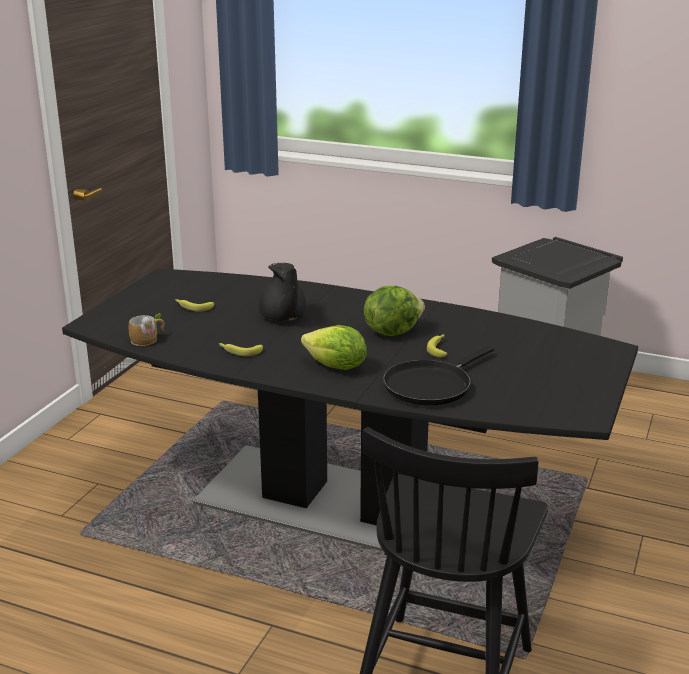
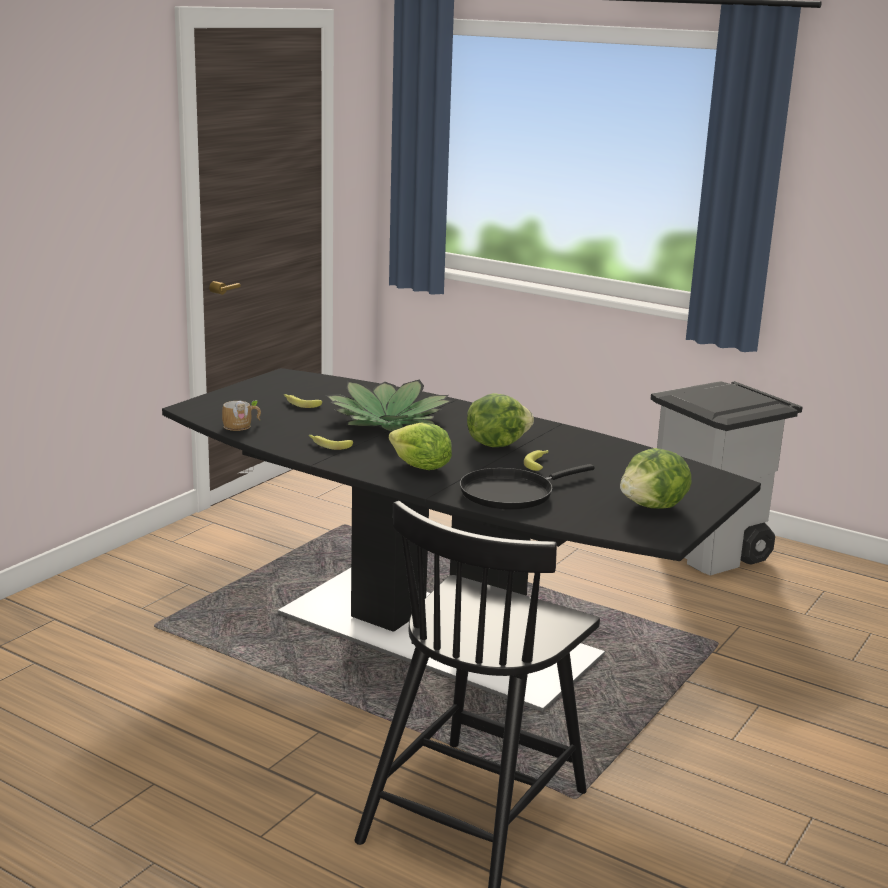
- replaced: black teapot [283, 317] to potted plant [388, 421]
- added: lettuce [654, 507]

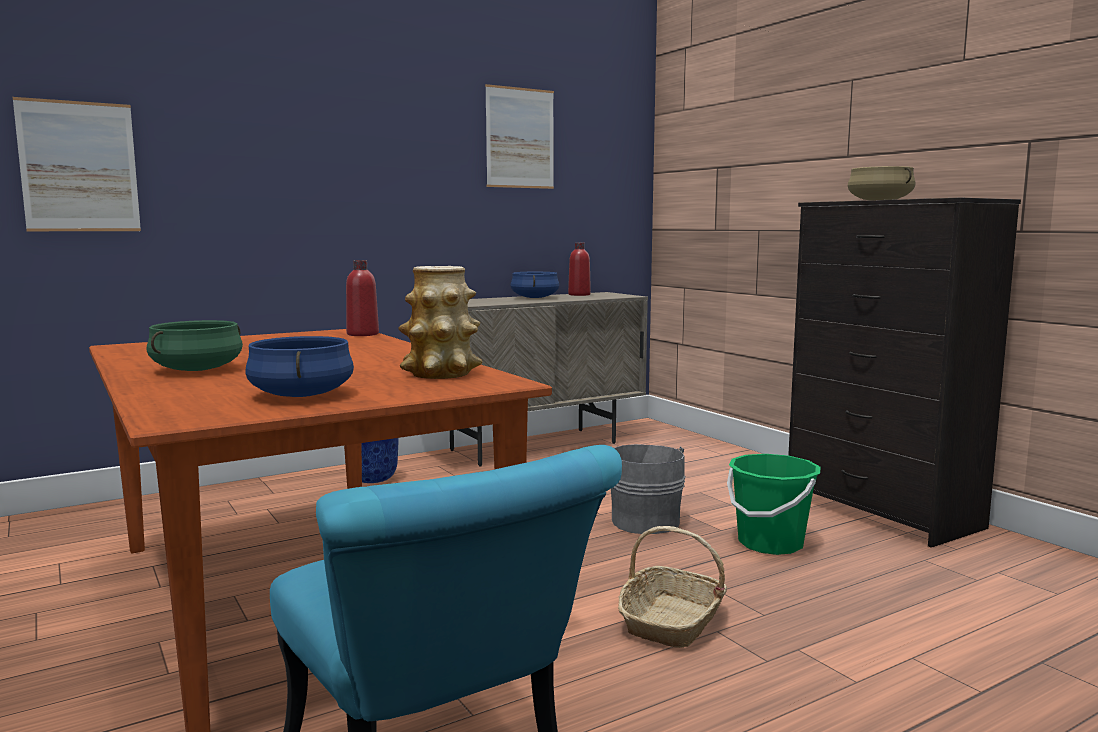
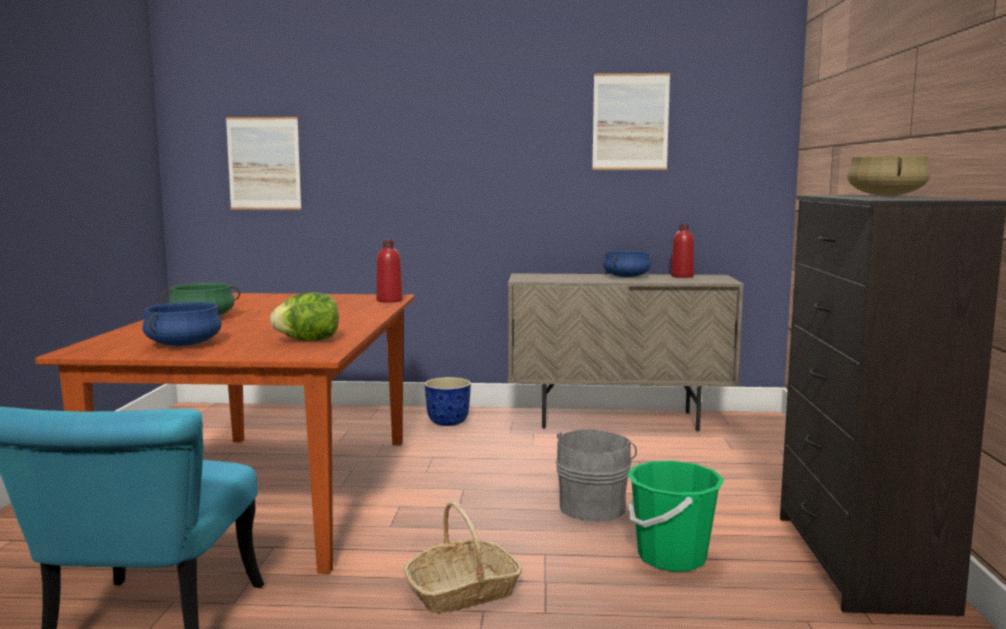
- replaced: decorative vase [441, 374] to lettuce [308, 341]

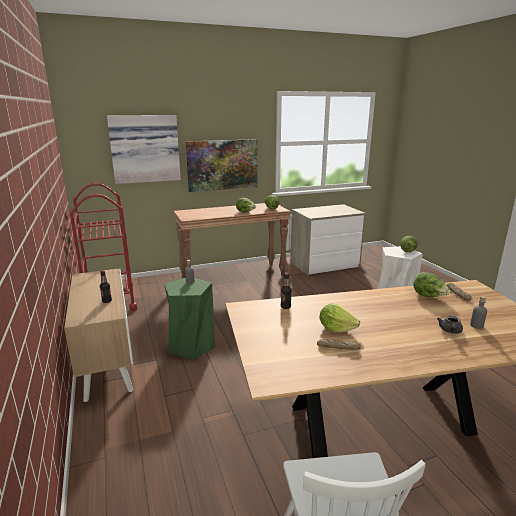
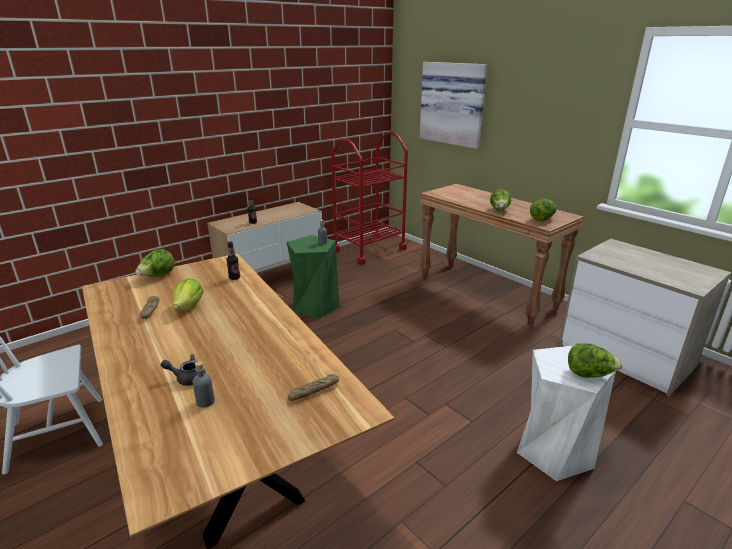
- moved: lettuce [428, 296] to [158, 276]
- removed: picture [222, 165]

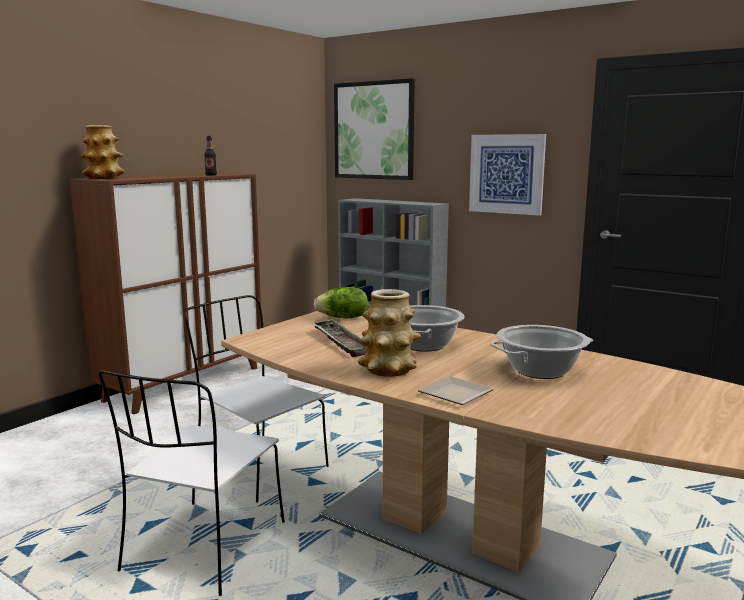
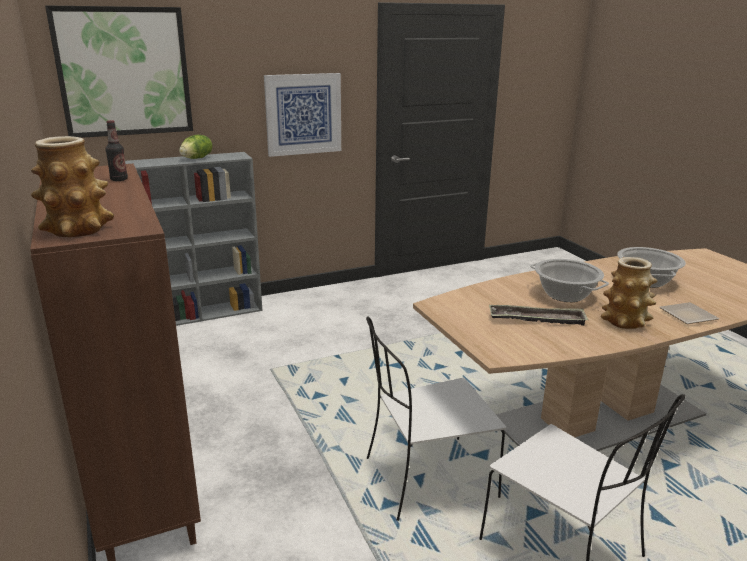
- moved: lettuce [343, 318] to [197, 158]

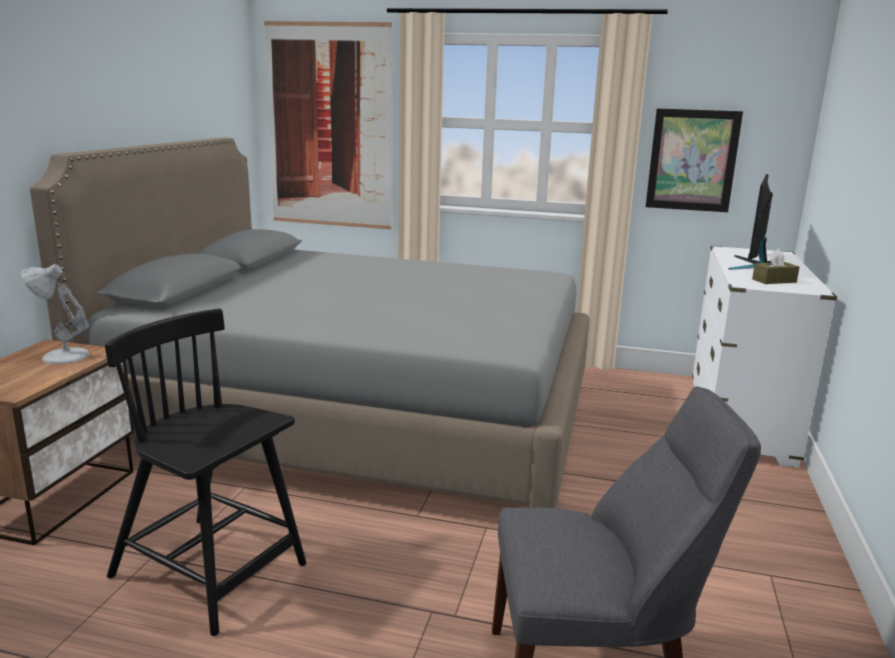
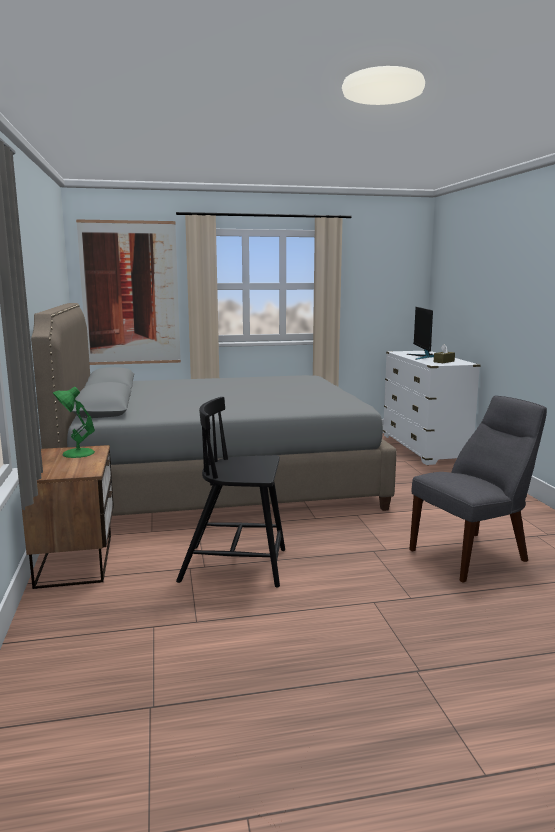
- recoloured: white lamp for a table [63, 356] to greenish lamp for a table [76, 453]
- removed: picture [692, 160]

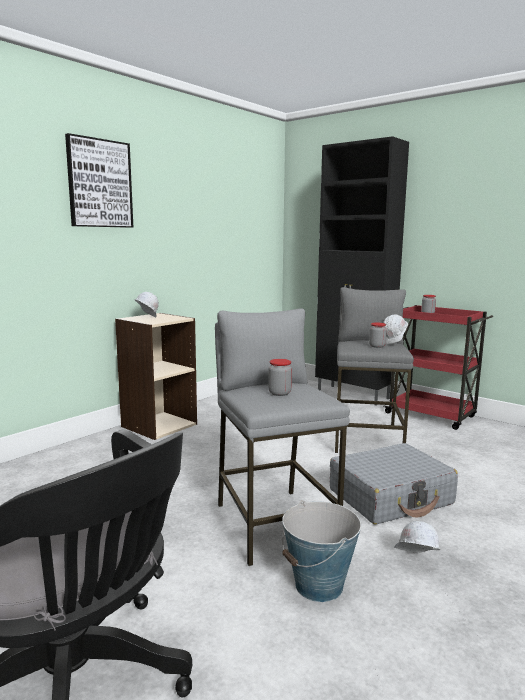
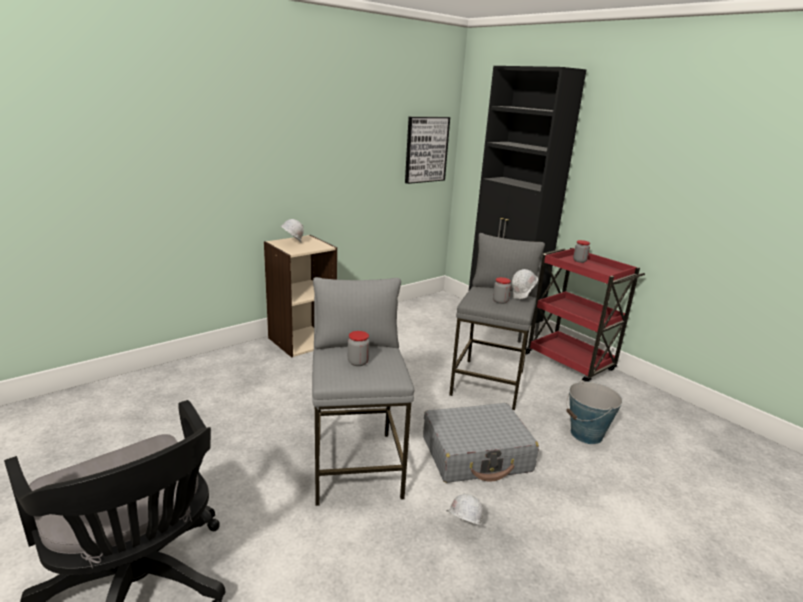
- moved: picture [99, 183] to [426, 149]
- moved: pail [319, 585] to [586, 434]

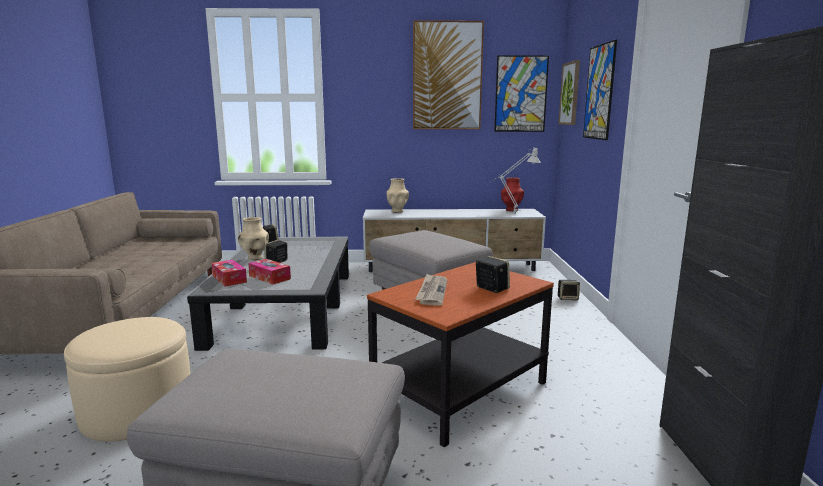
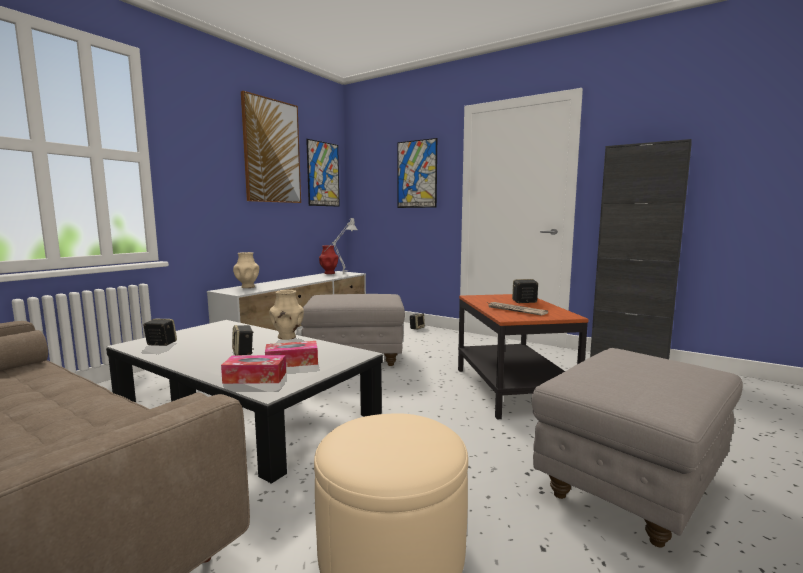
- moved: beige decorative vase [255, 258] to [287, 337]
- removed: picture [570, 93]

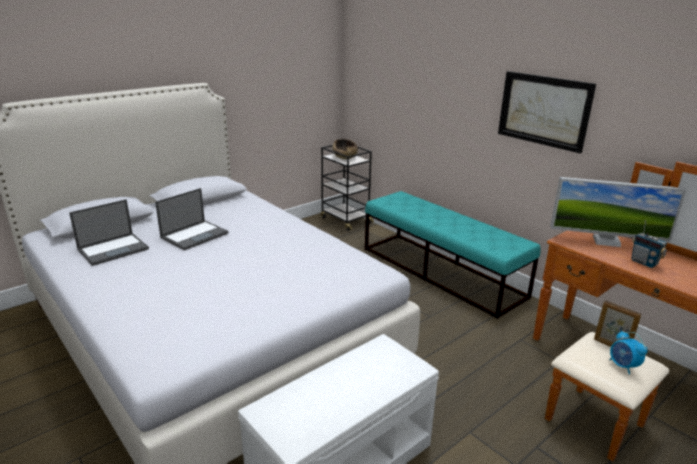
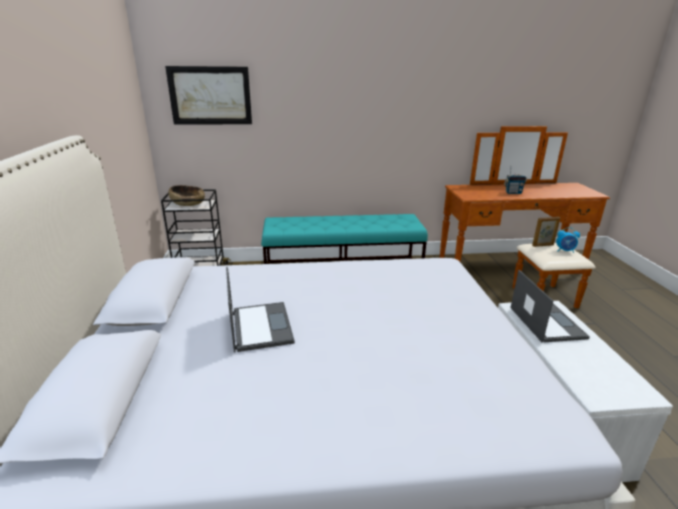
- moved: picture [544, 110] to [210, 95]
- moved: notebook computer [114, 249] to [546, 322]
- removed: monitor [606, 241]

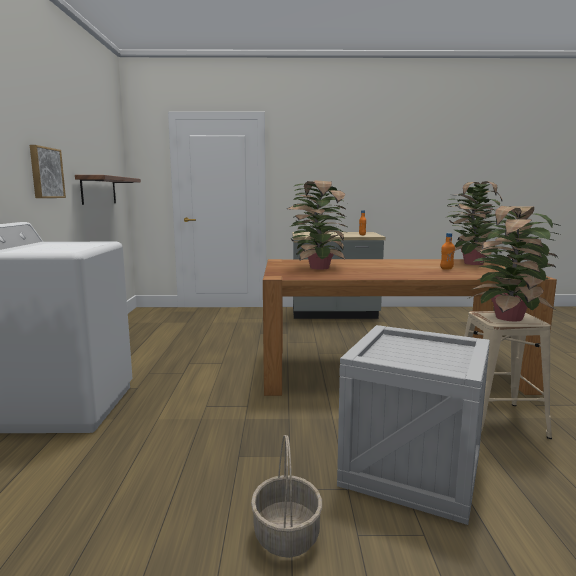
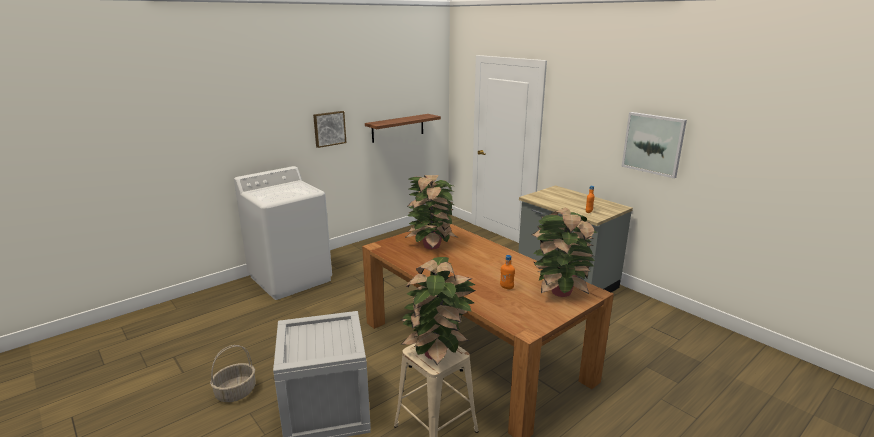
- added: picture [653, 144]

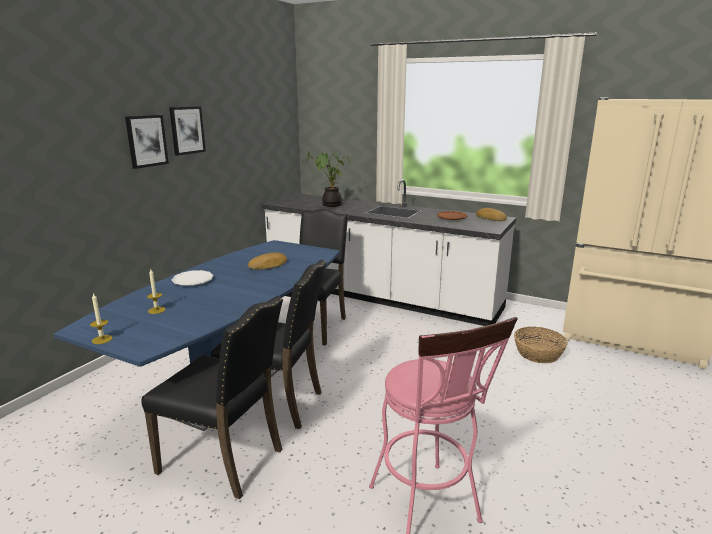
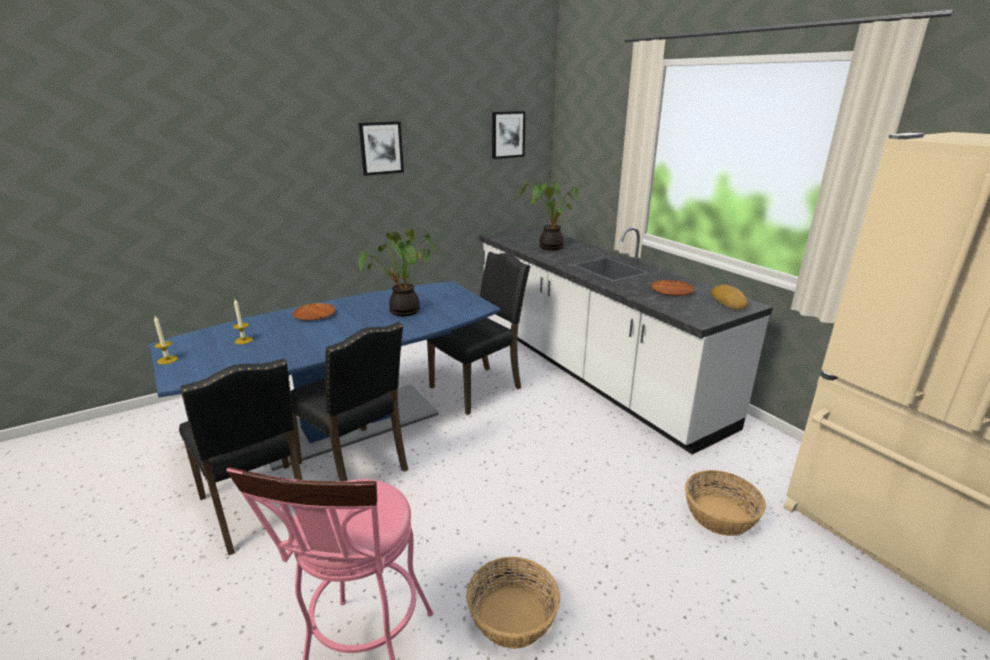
- recoloured: white dinner plate [193, 281] to brown-coloured dinner plate [314, 315]
- replaced: bakery bread [268, 265] to potted plant [402, 312]
- added: household basket [513, 617]
- moved: picture [146, 141] to [508, 134]

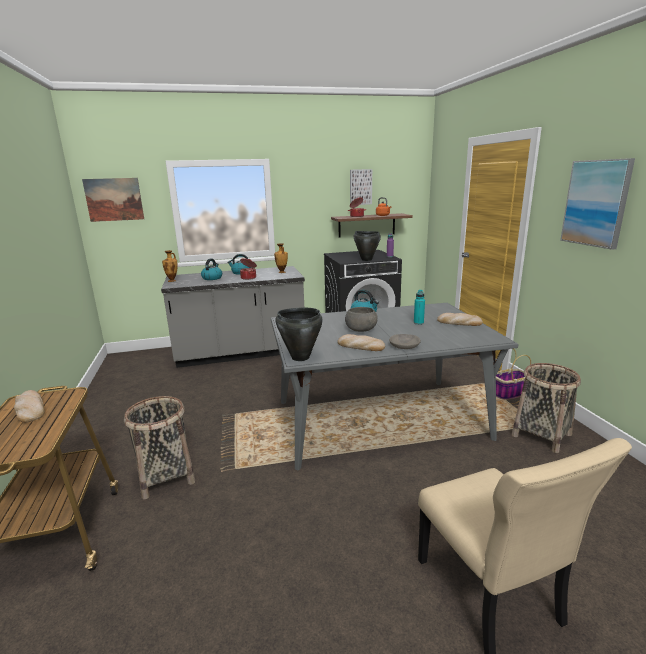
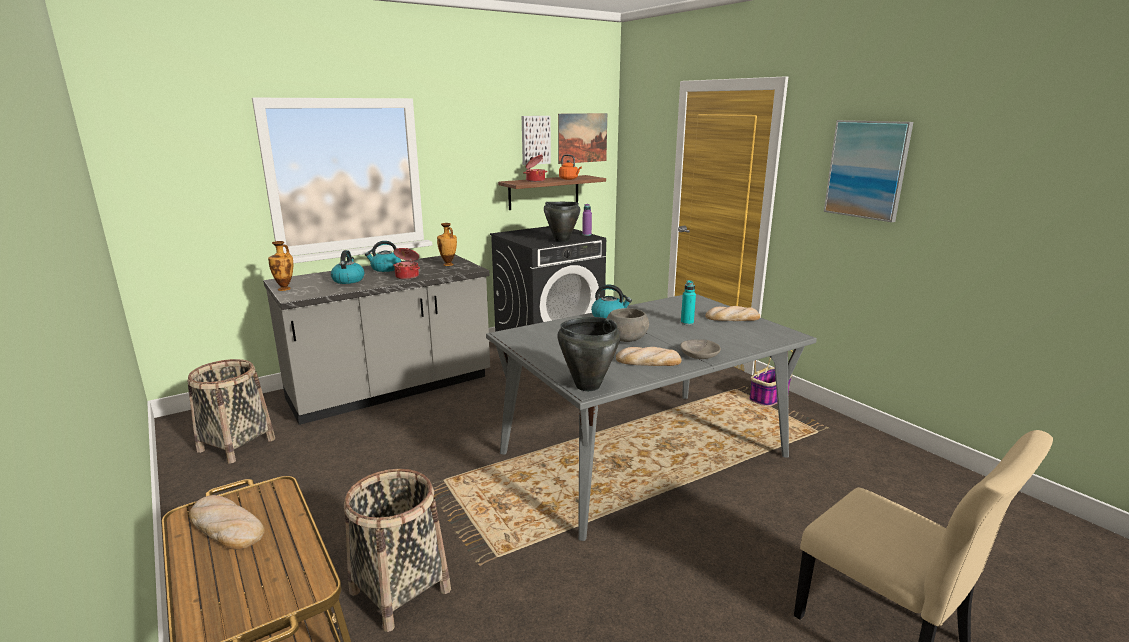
- moved: household basket [541, 435] to [236, 445]
- moved: picture [114, 199] to [582, 138]

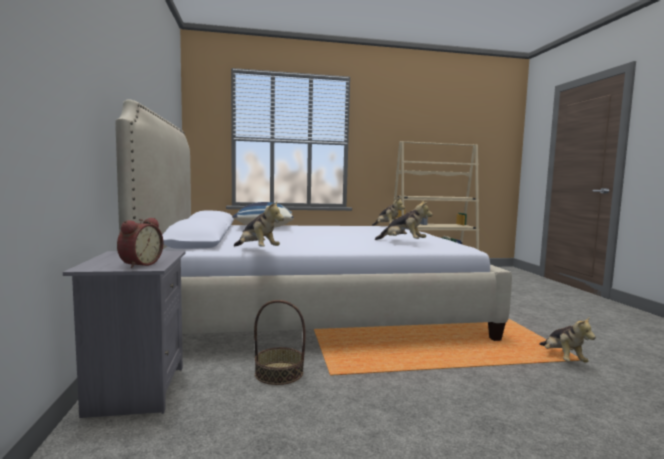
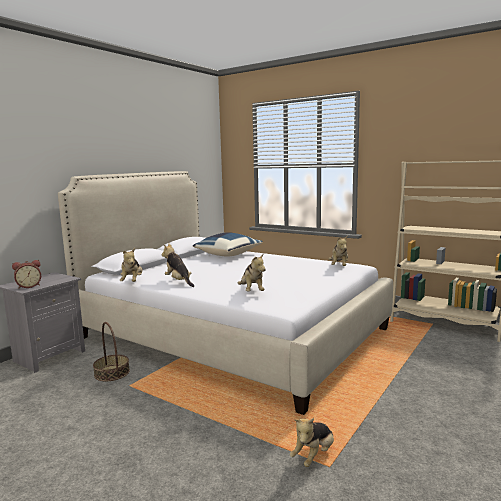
- added: plush toy [178, 282]

